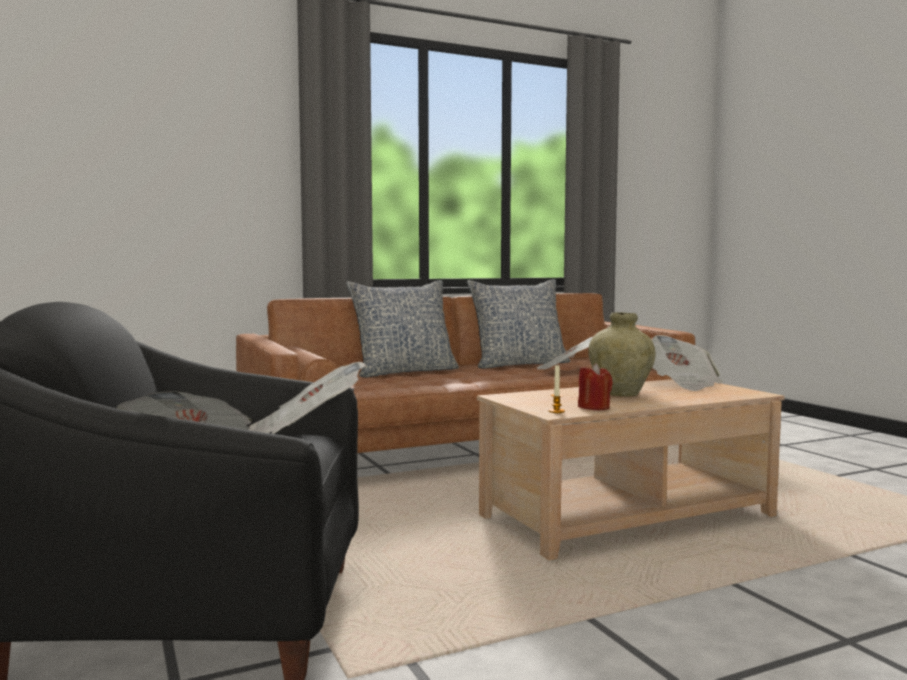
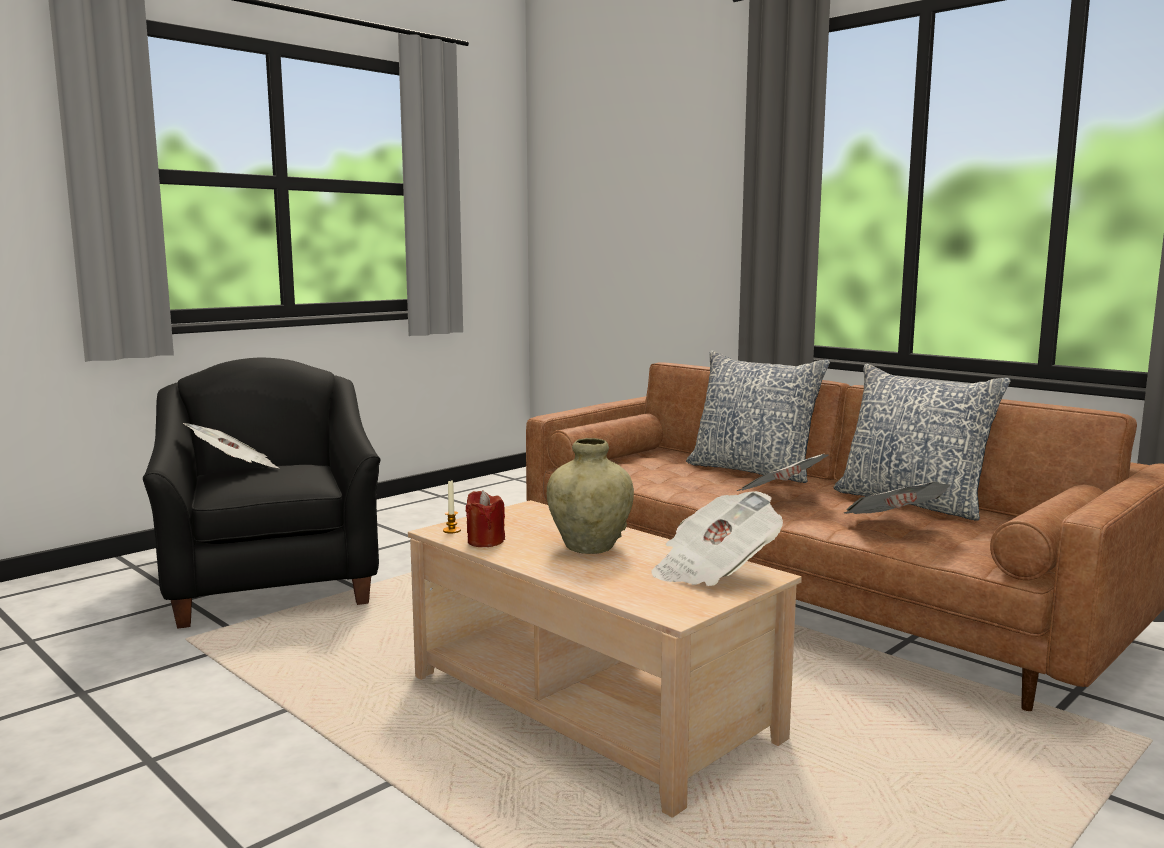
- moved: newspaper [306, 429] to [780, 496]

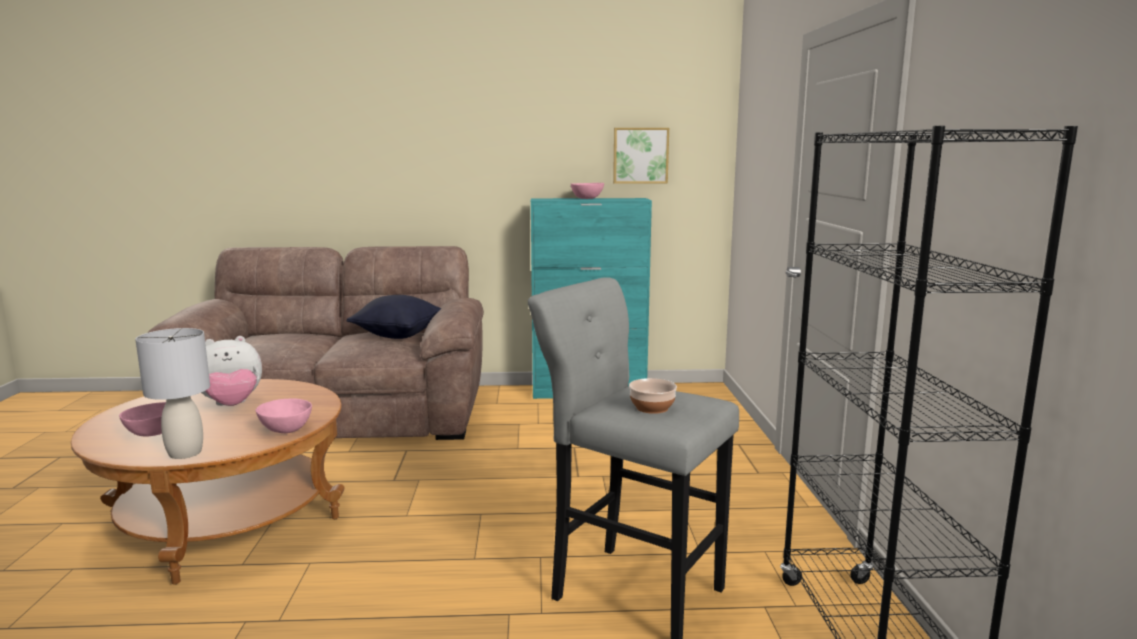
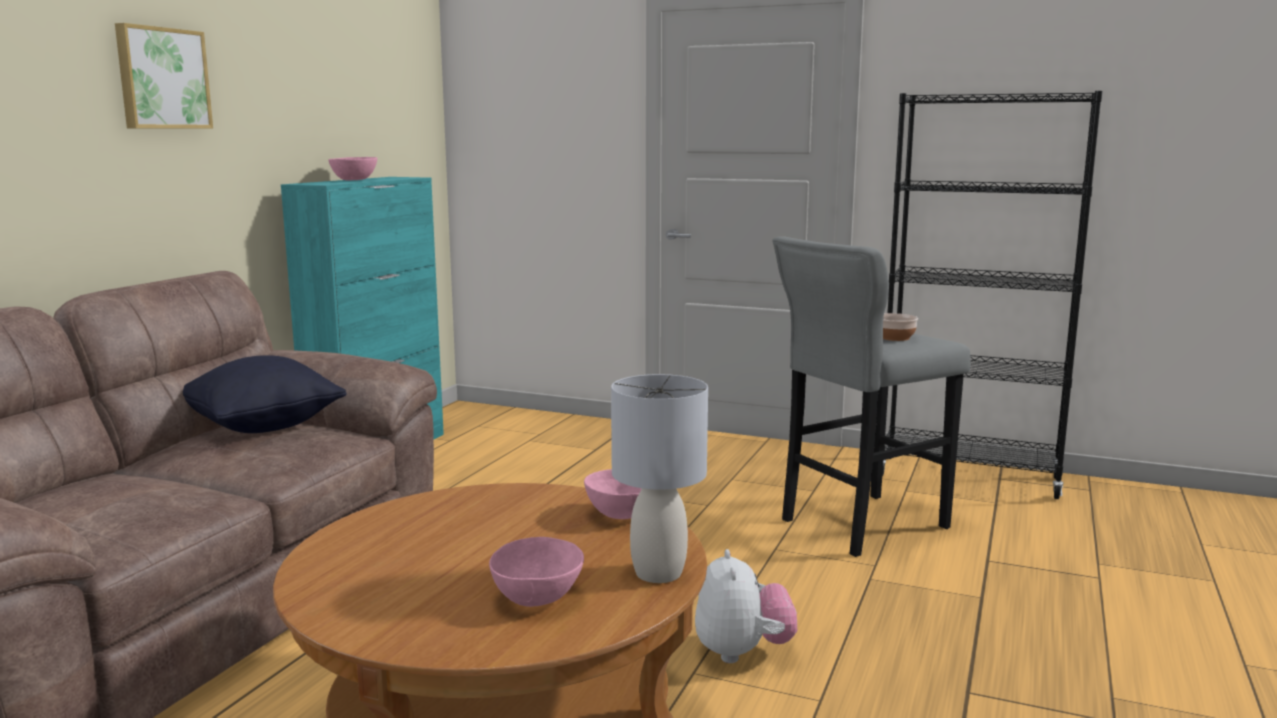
- moved: picture [640, 155] to [162, 78]
- moved: plush toy [231, 405] to [742, 652]

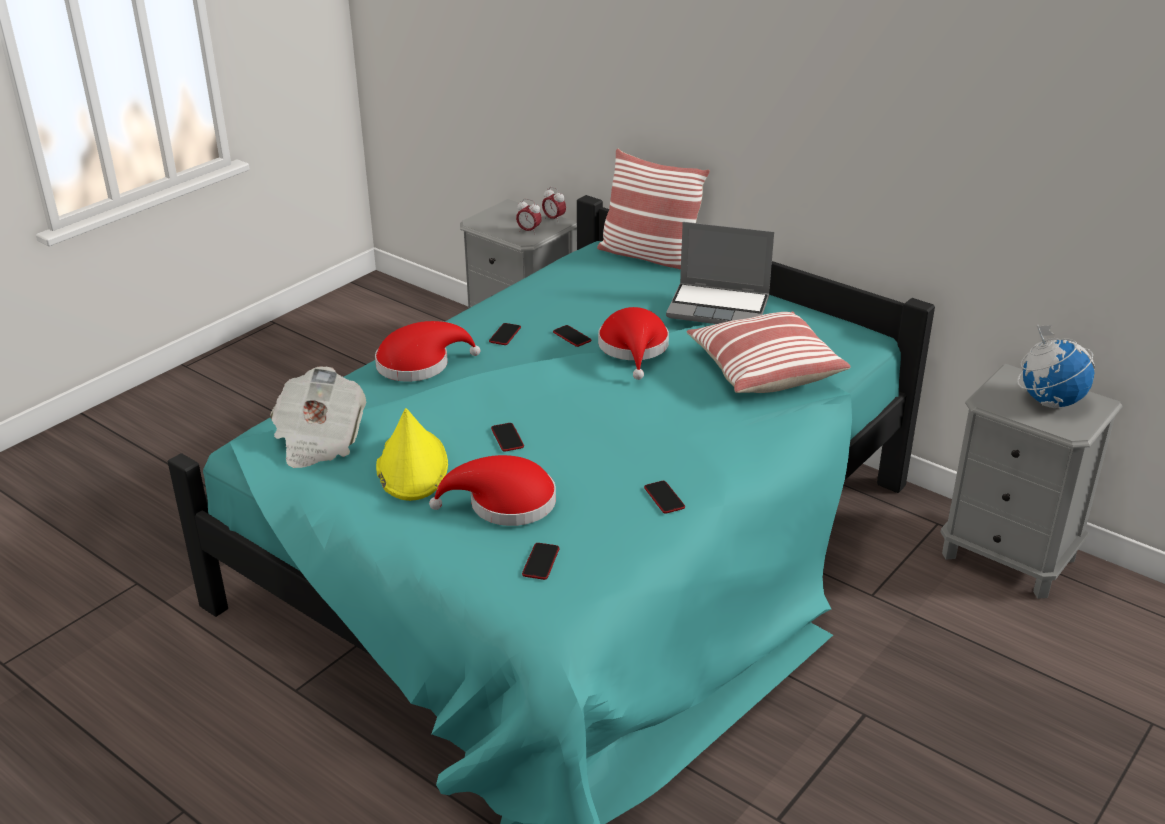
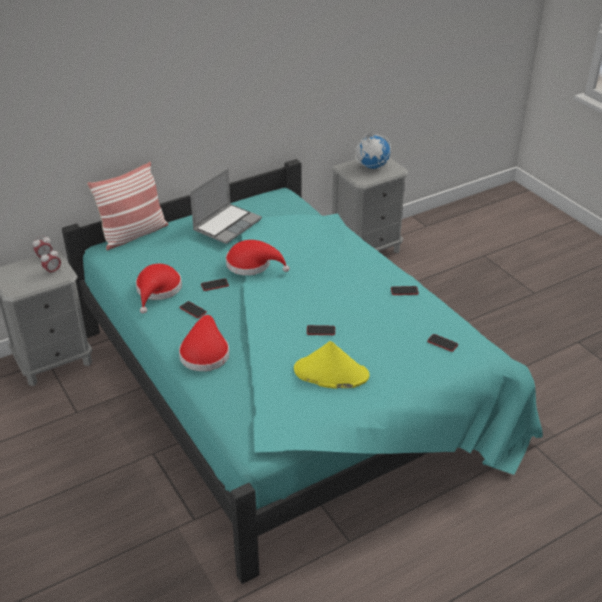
- moved: red-coloured clothing hat [505, 503] to [158, 290]
- removed: newspaper [319, 440]
- removed: pillow [763, 370]

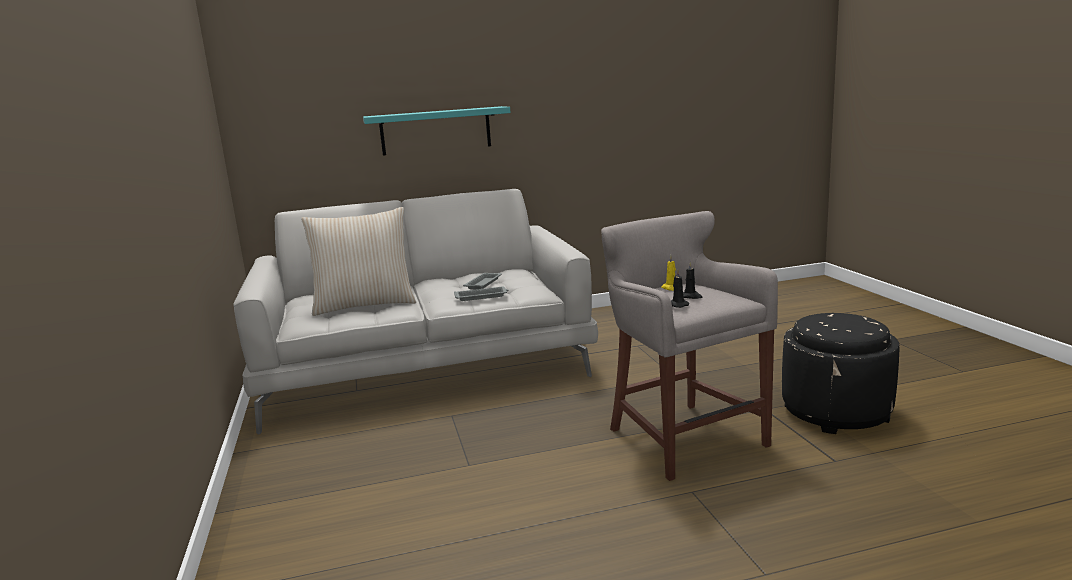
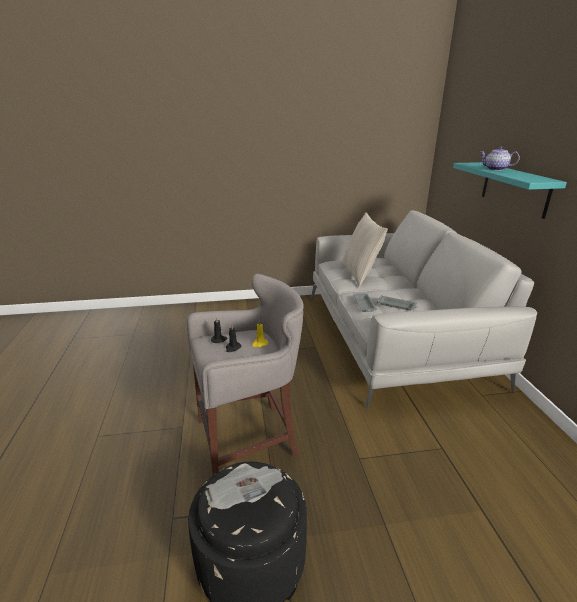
- added: newspaper [244, 497]
- added: teapot [495, 169]

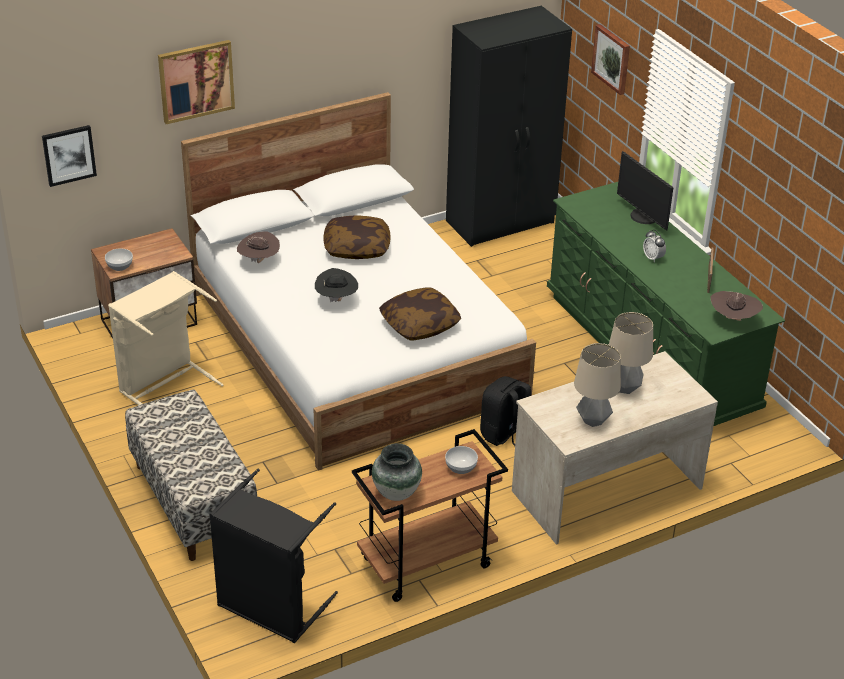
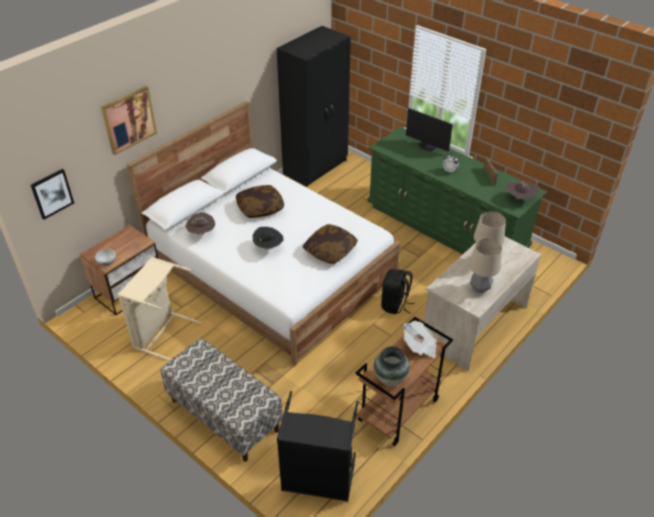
- replaced: bowl [461, 468] to newspaper [420, 346]
- removed: picture [612, 58]

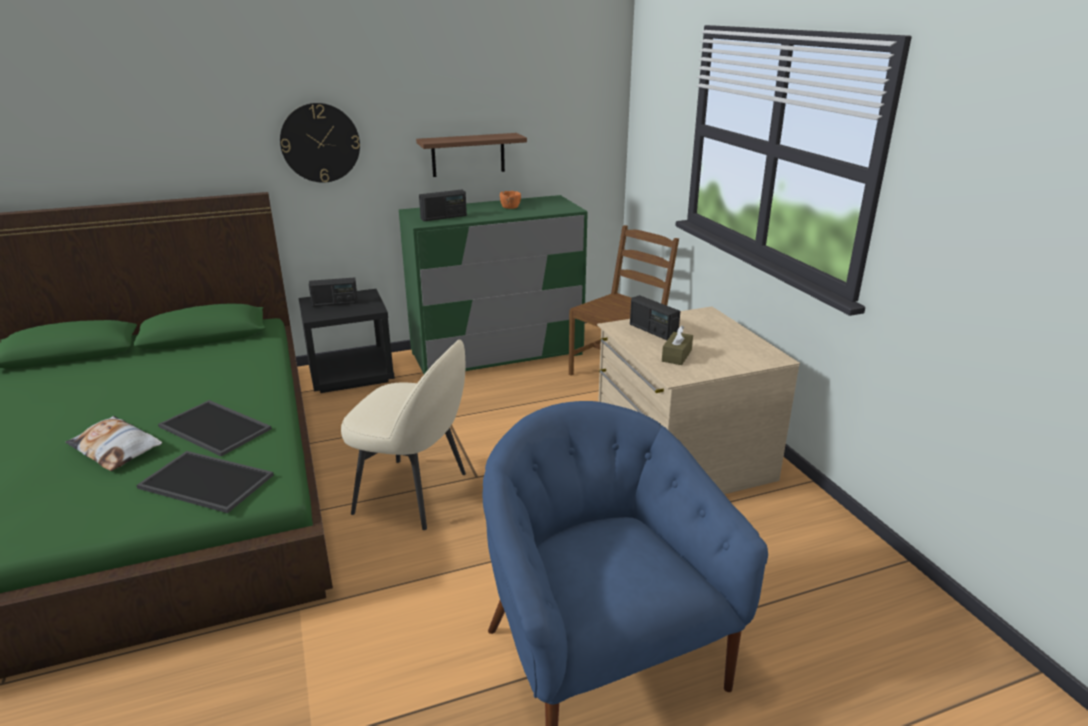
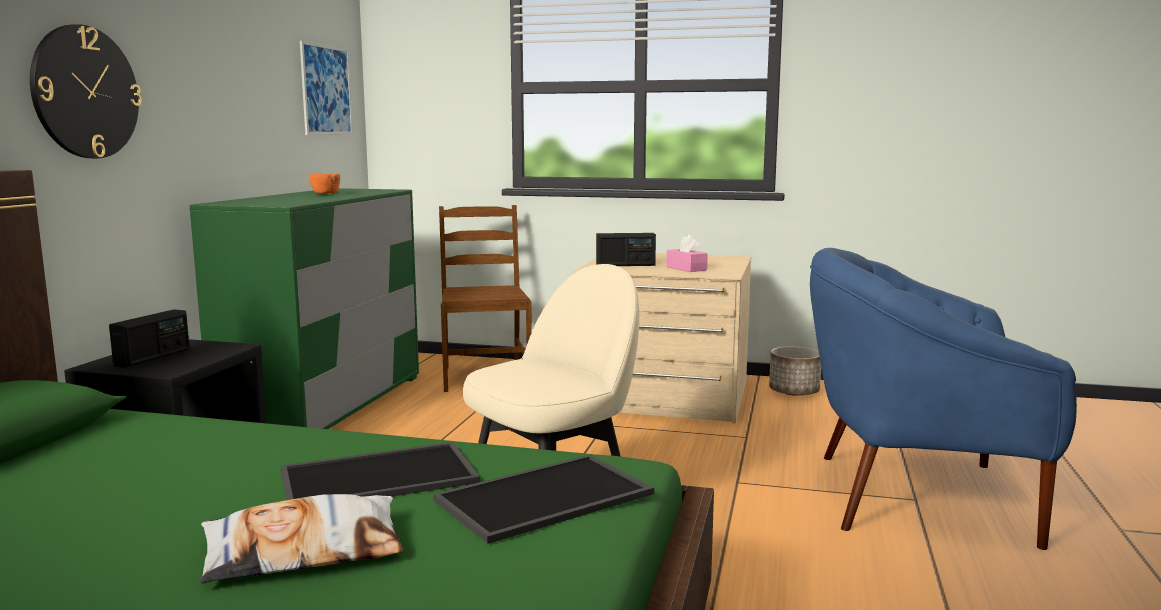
- added: picture [326, 90]
- recoloured: brown-coloured tissue holder [676, 355] to pink tissue holder [686, 268]
- added: planter [794, 391]
- removed: brown-coloured wall shelf [468, 155]
- removed: radio set [444, 217]

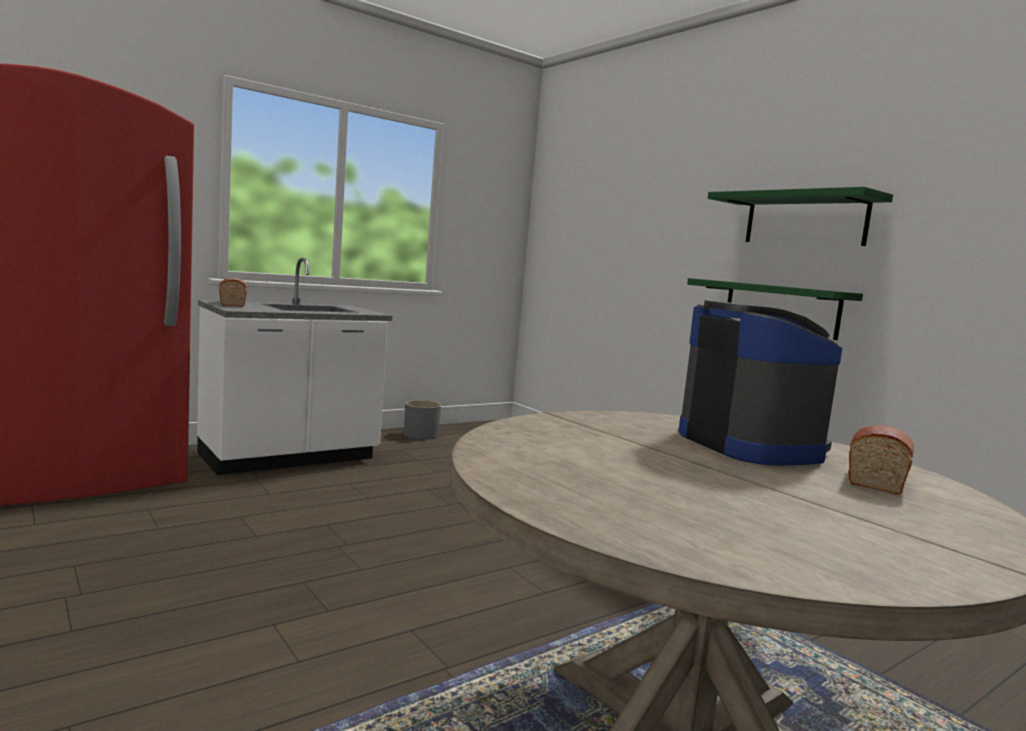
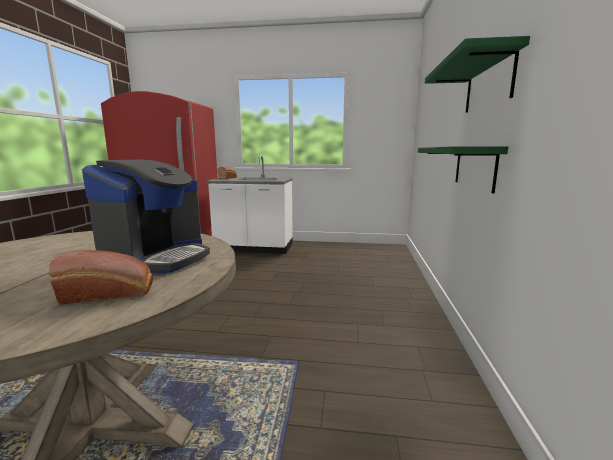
- removed: grey planter [421, 435]

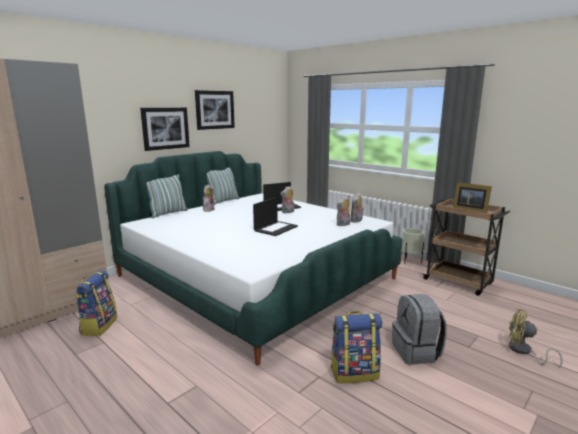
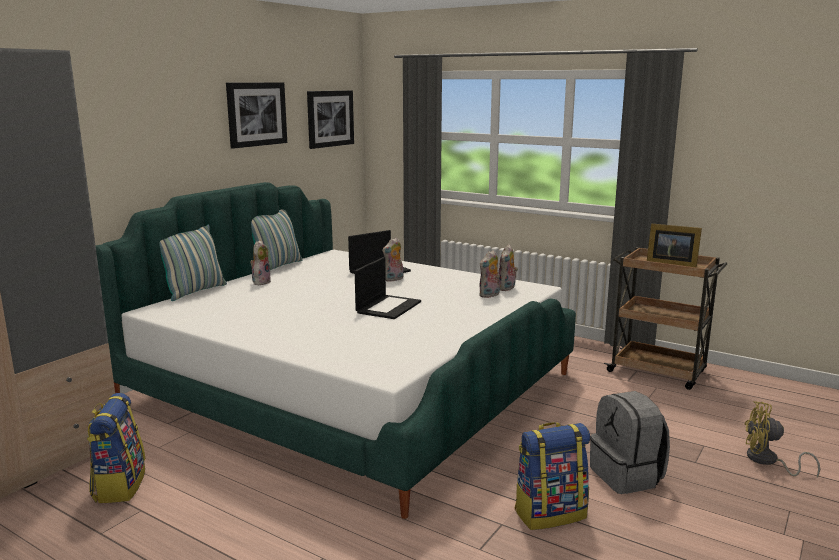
- moved: picture [165, 128] to [330, 118]
- removed: beige planter [410, 262]

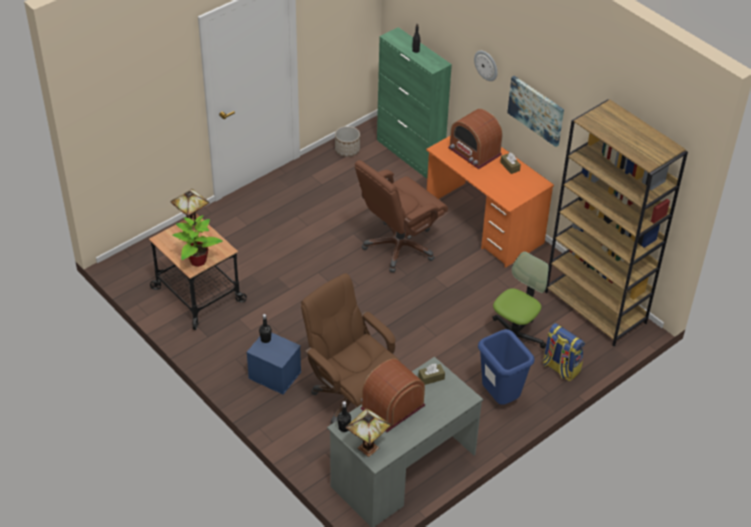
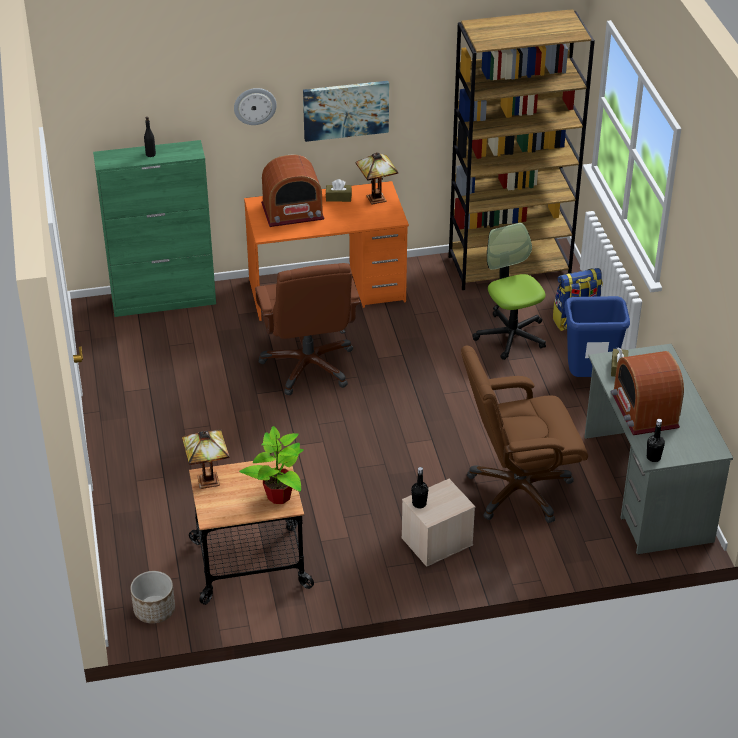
- moved: planter [347, 150] to [154, 610]
- moved: lamp for a table [368, 449] to [378, 199]
- recoloured: bluish storage box [274, 375] to beige storage box [436, 542]

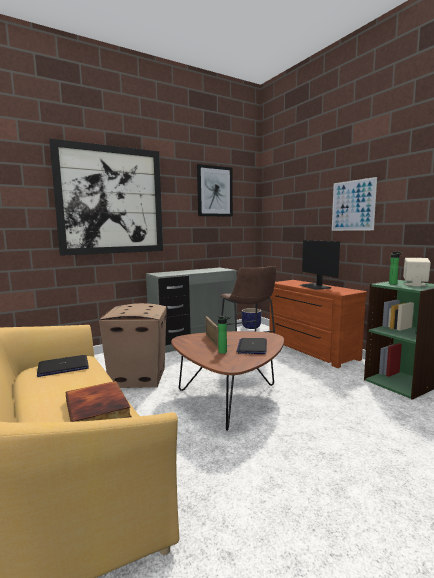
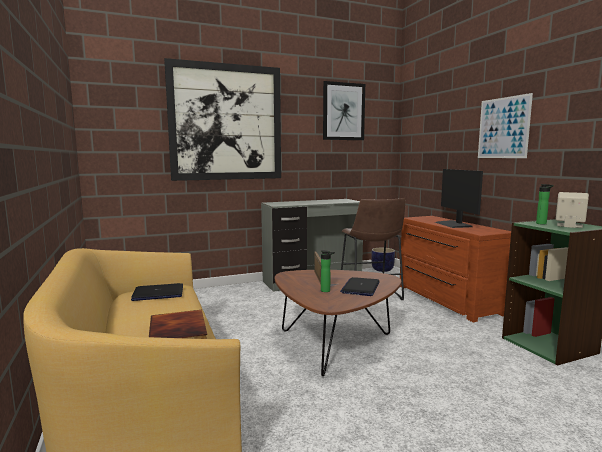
- removed: cardboard box [138, 378]

